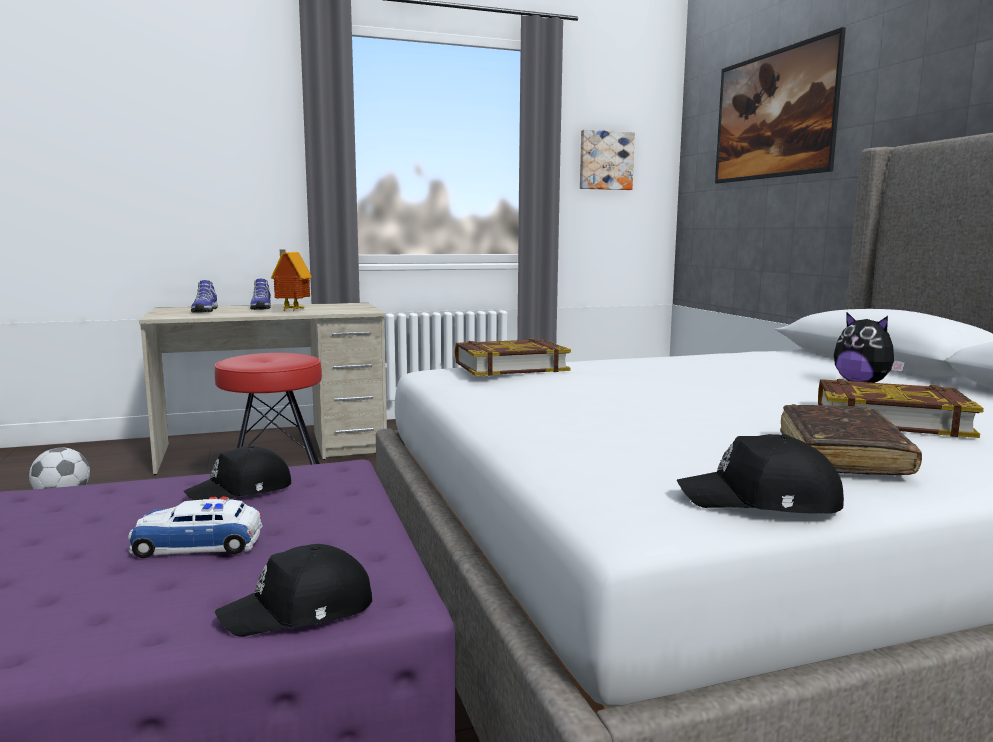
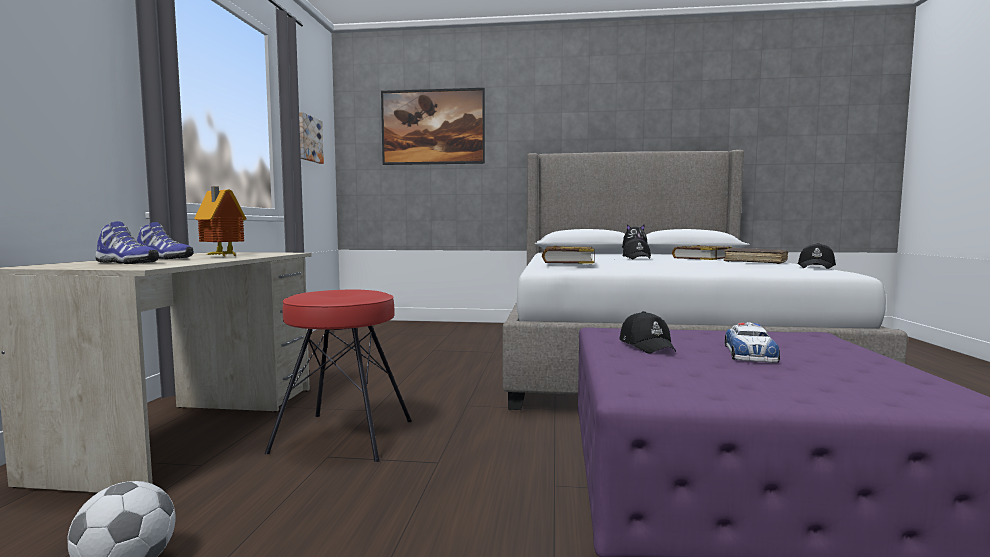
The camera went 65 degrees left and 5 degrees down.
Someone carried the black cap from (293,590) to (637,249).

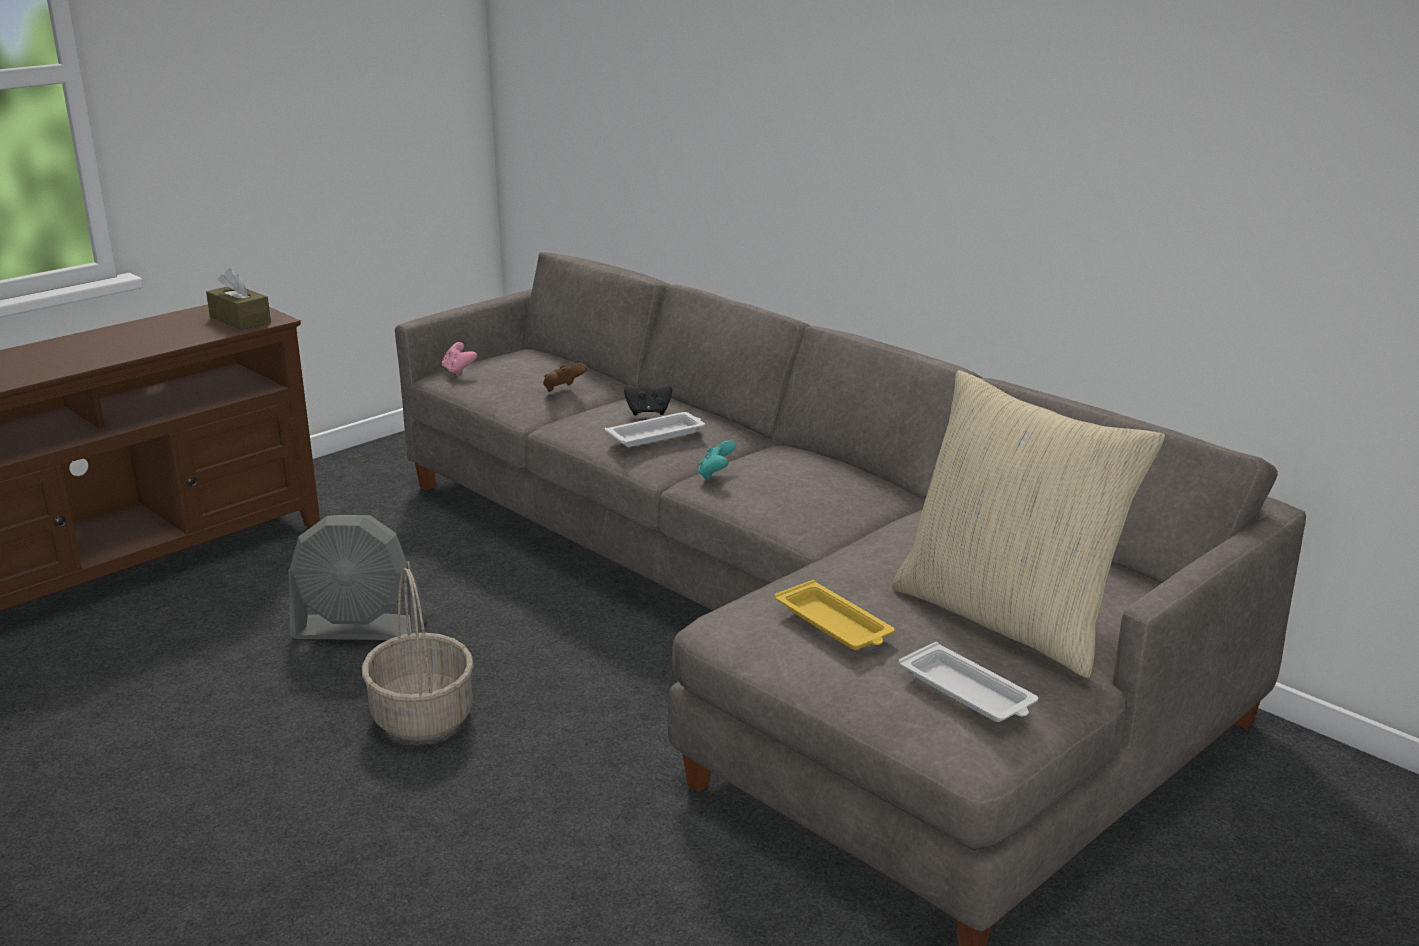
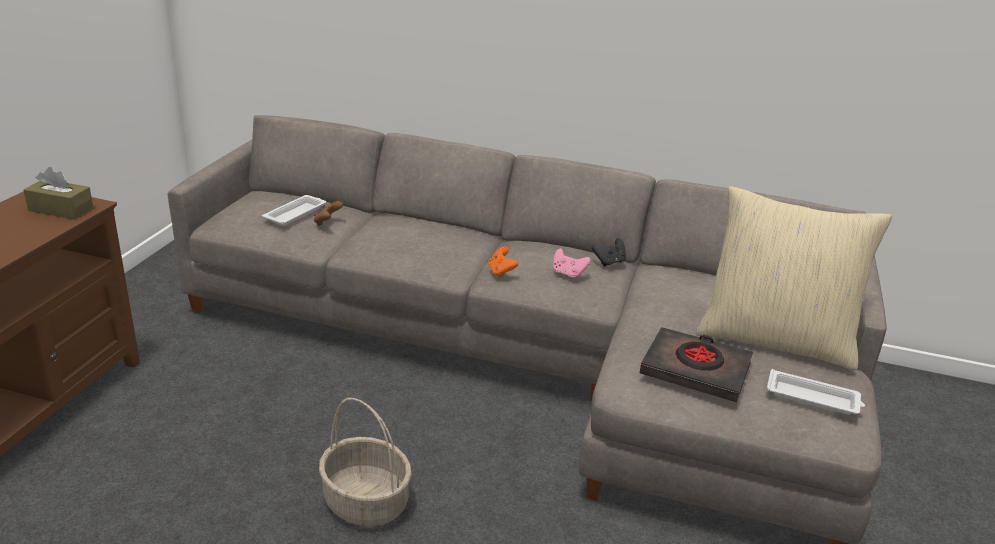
The camera went 30 degrees left and 5 degrees up.
Someone took away the grey fan at (358,577).
Someone carried the pink game controller from (459,359) to (572,264).
Someone carried the white tray from (654,429) to (294,210).
Someone carried the black game controller from (648,400) to (609,252).
Someone repainted the turquoise game controller at (717,460), which became the orange game controller at (503,262).
Someone swapped the yellow tray at (835,615) for the black book at (696,364).

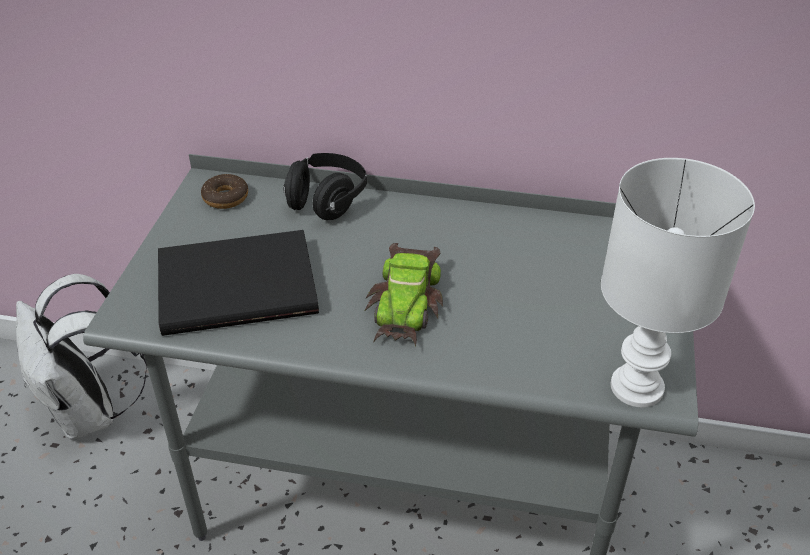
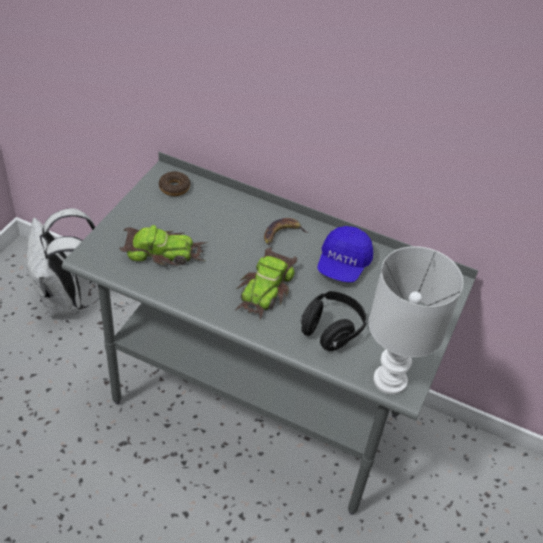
The camera went 10 degrees right and 5 degrees up.
Someone swapped the black book at (238,283) for the toy car at (163,245).
Someone carried the black headphones from (325,186) to (334,321).
Someone put down the banana at (286,231).
Someone put down the blue cap at (345,254).

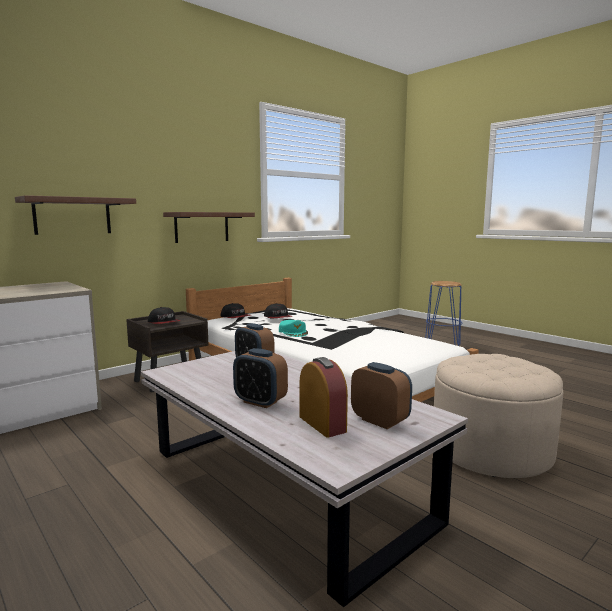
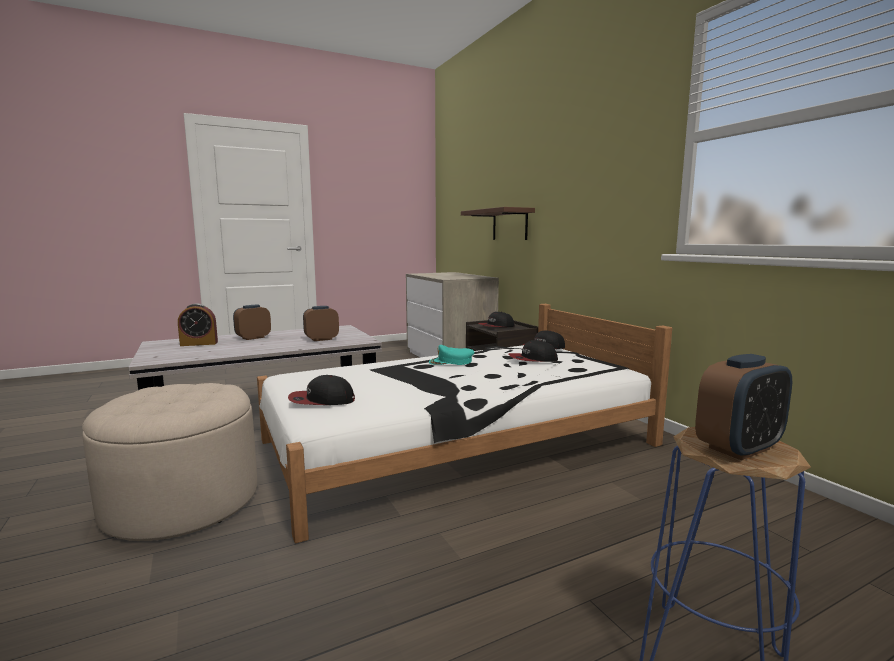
The camera went 105 degrees right and 0 degrees up.
Someone took away the brown shelf at (209,227).
Someone carried the alarm clock from (381,395) to (743,407).
Someone put down the cap at (321,390).

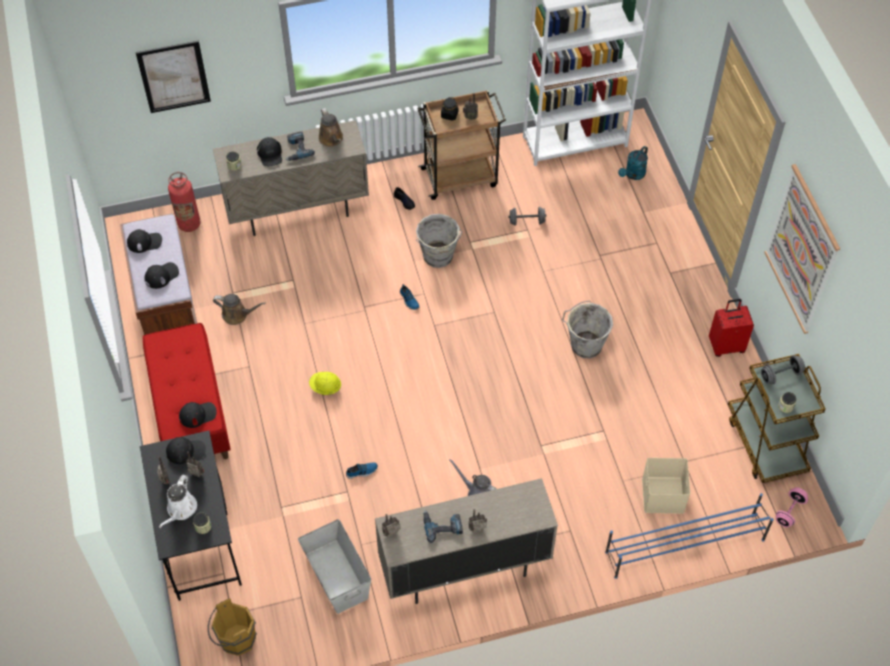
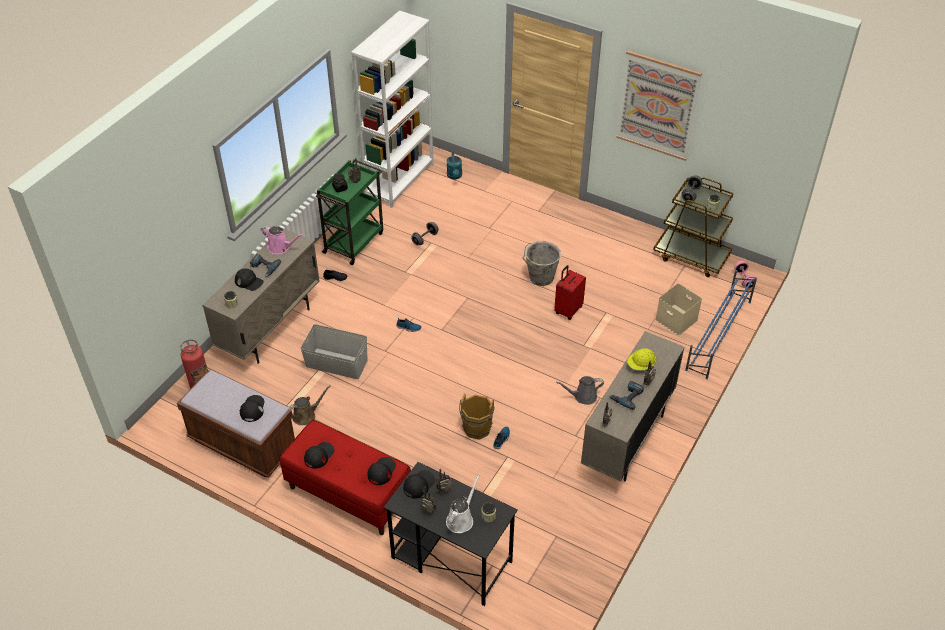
The camera went 45 degrees left and 10 degrees down.
Someone carried the black cap from (144,241) to (319,455).
Someone took away the picture at (173,76).
Someone rotated the white watering can at (178,501) by 120 degrees counterclockwise.
Someone carried the brown bucket from (232,627) to (476,417).
Someone carried the grey storage box from (334,566) to (334,351).
Someone carried the yellow hard hat from (325,384) to (641,359).
Someone repainted the brown watering can at (330,127), which became the pink watering can at (282,240).
Someone took away the grey bucket at (439,241).
Someone repainted the brown cart at (461,145), which became the green cart at (349,212).
Someone carried the red suitcase from (731,328) to (570,292).

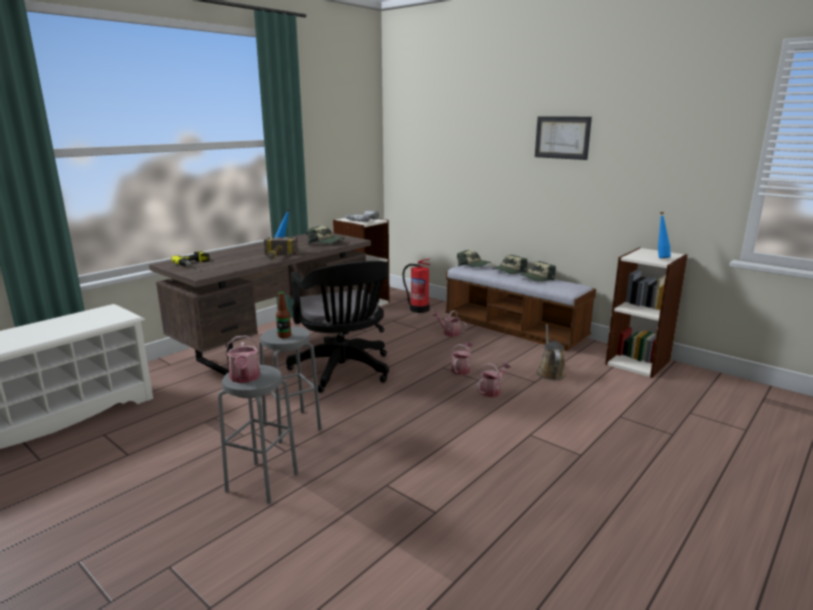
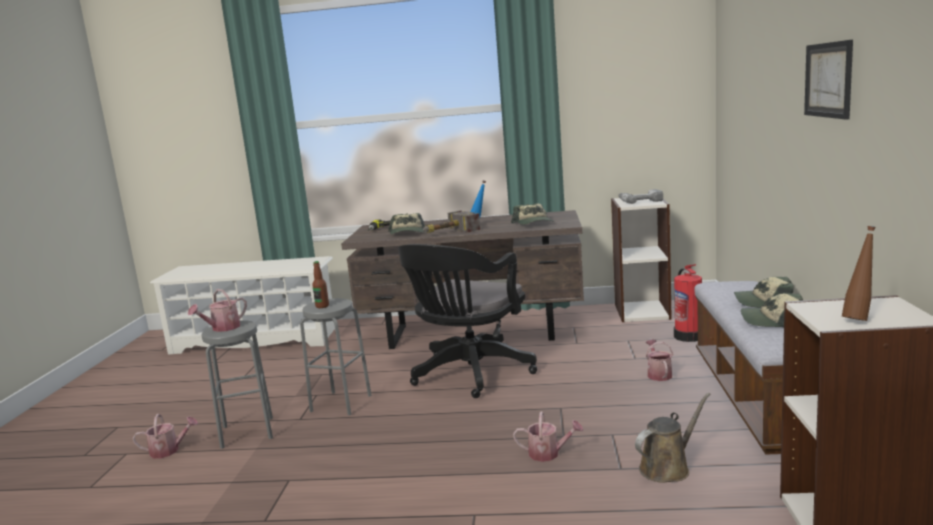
The camera went 55 degrees right and 5 degrees down.
Someone carried the watering can from (462,358) to (165,436).
Someone carried the cap from (474,258) to (406,223).
Someone repainted the blue bottle at (664,235), which became the brown bottle at (858,273).

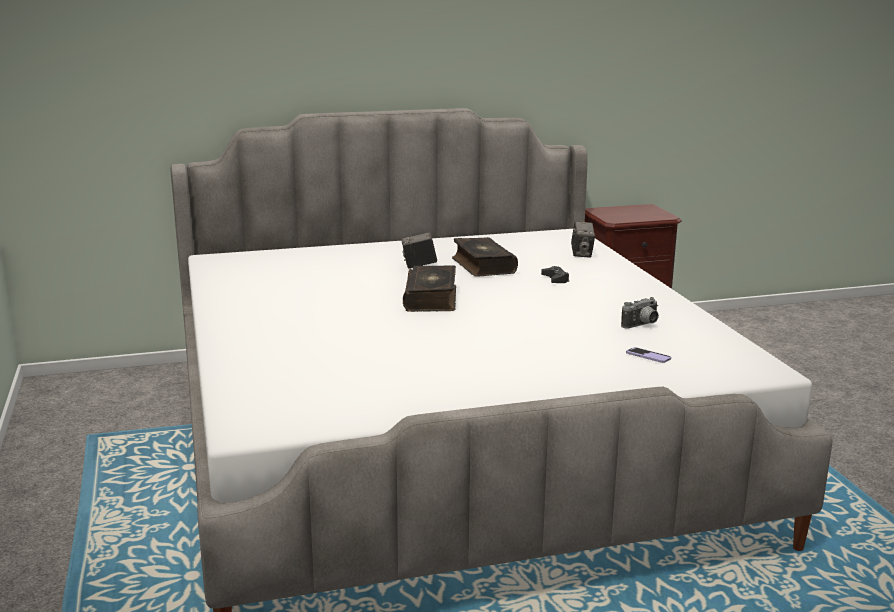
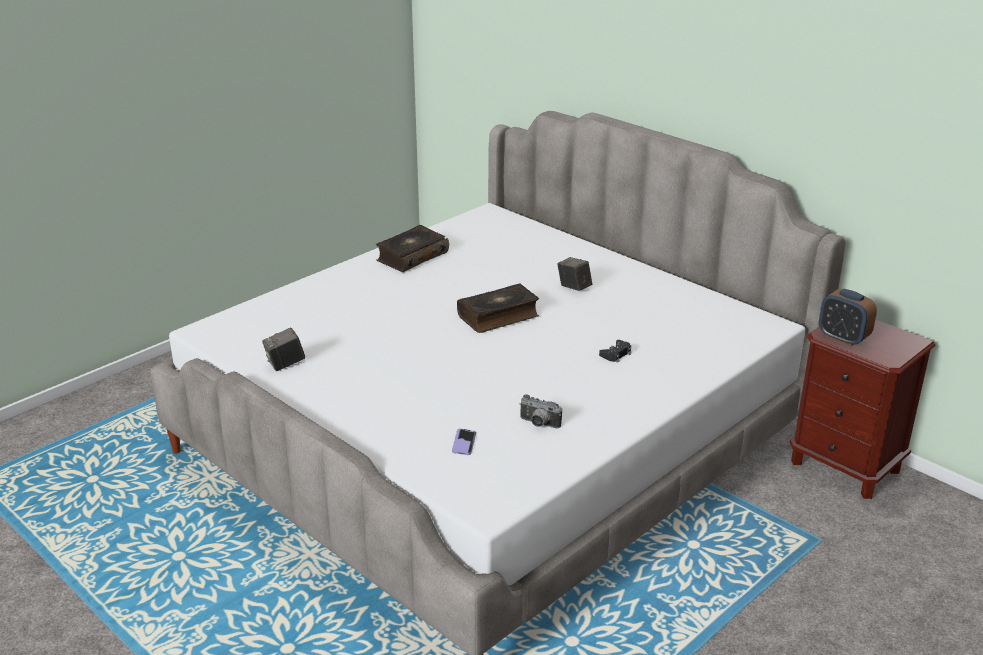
The camera went 60 degrees right and 10 degrees up.
Someone carried the book from (485,257) to (412,248).
Someone carried the photo camera from (583,239) to (283,349).
Someone put down the alarm clock at (848,317).

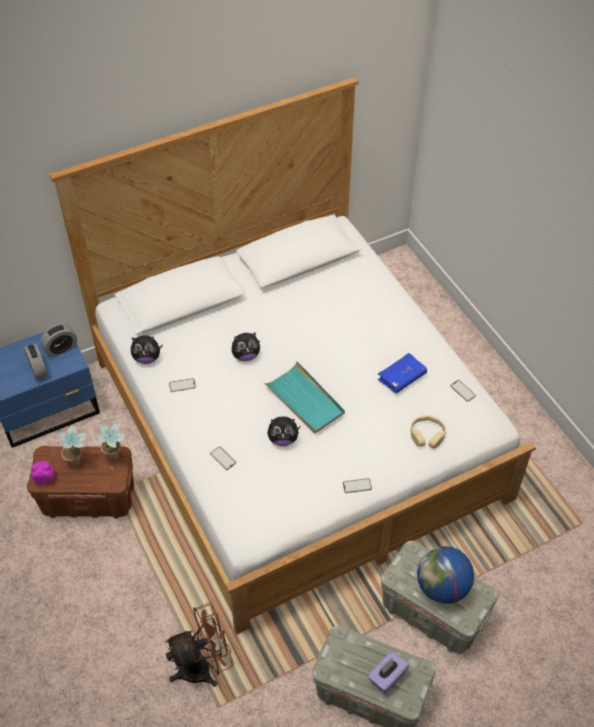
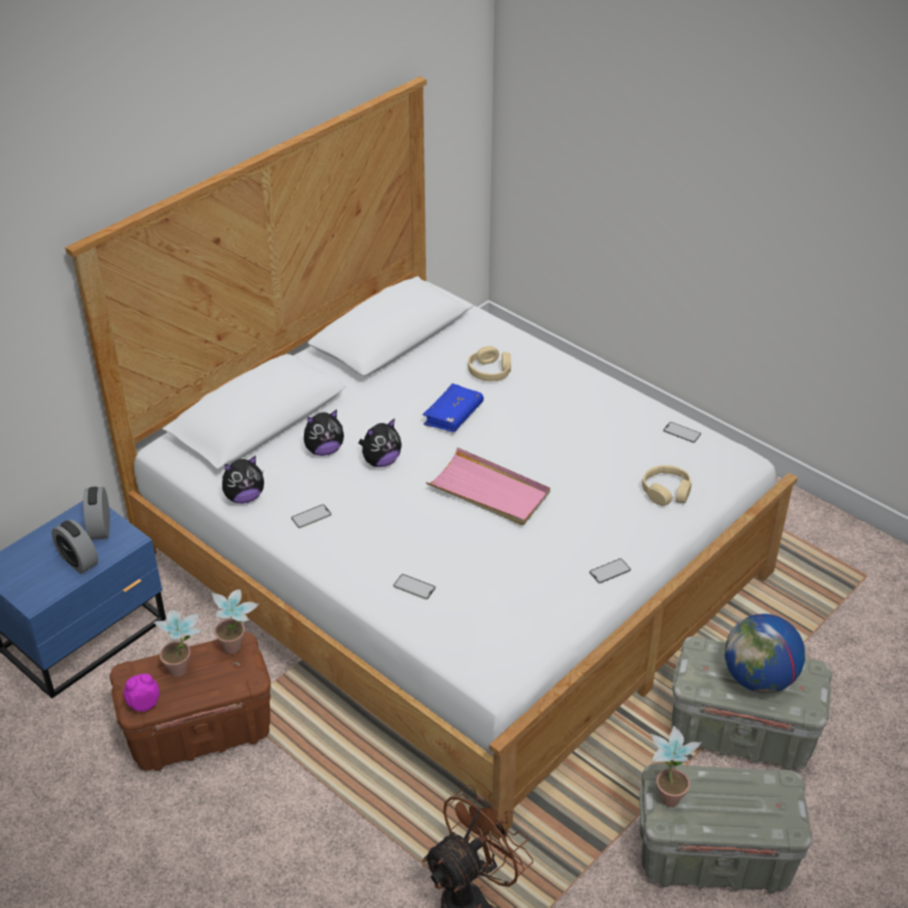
The camera went 20 degrees left and 10 degrees down.
Someone rotated the alarm clock at (58,341) by 135 degrees clockwise.
Someone repainted the turquoise tray at (304,397), which became the pink tray at (488,486).
Someone carried the plush toy from (283,431) to (324,433).
Someone took away the purple tissue box at (388,673).
Someone carried the blue book from (402,373) to (453,407).
Someone put down the beige headphones at (489,363).
Someone put down the potted plant at (676,766).

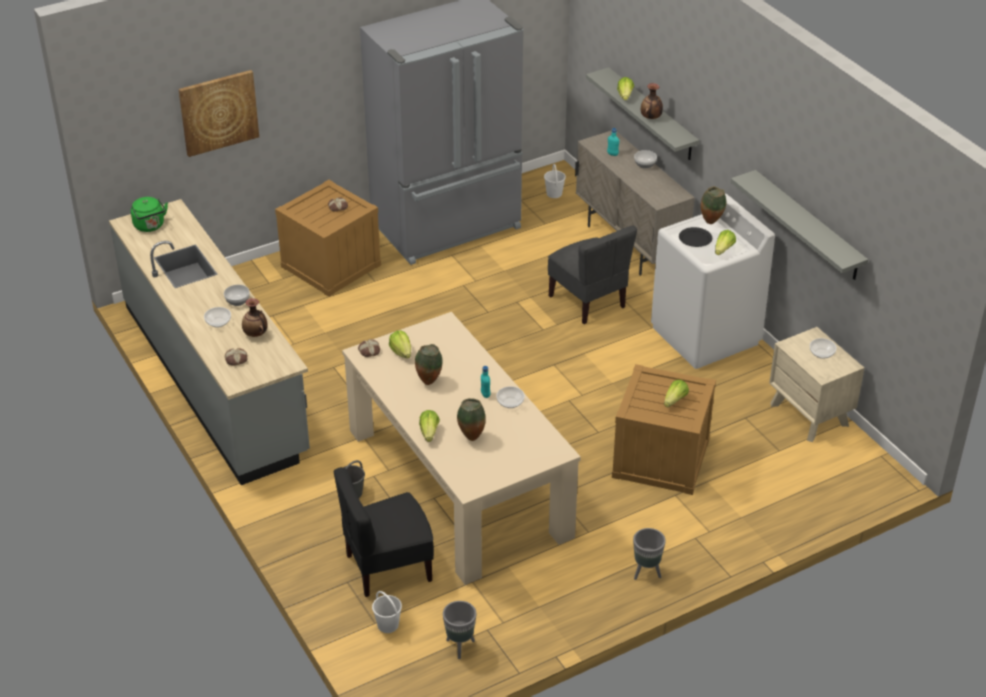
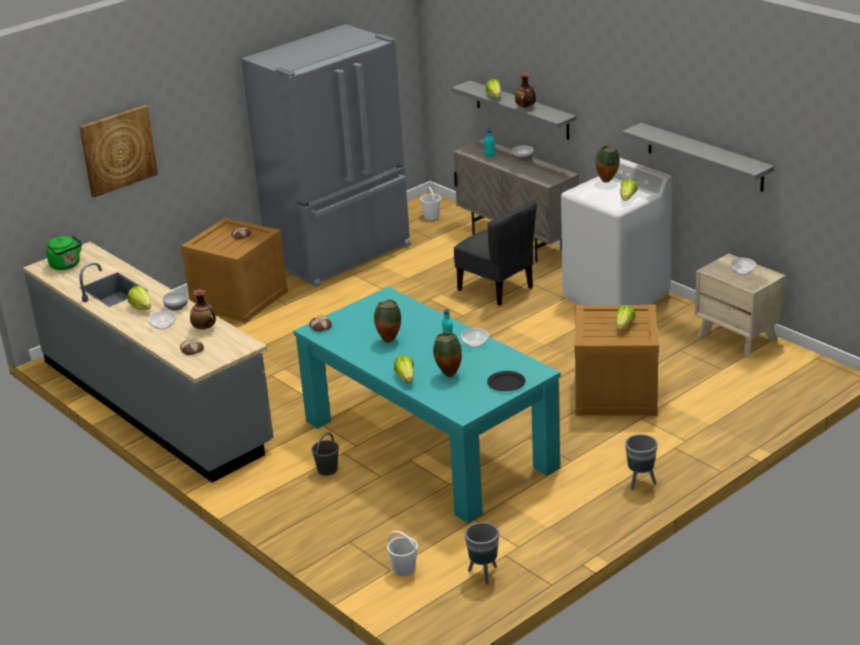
The camera went 10 degrees left and 10 degrees down.
Someone took away the black chair at (384,532).
Someone repainted the beige dining table at (461,448), which became the turquoise dining table at (427,405).
Someone carried the lettuce from (400,344) to (139,298).
Someone carried the black plate from (695,237) to (506,381).

